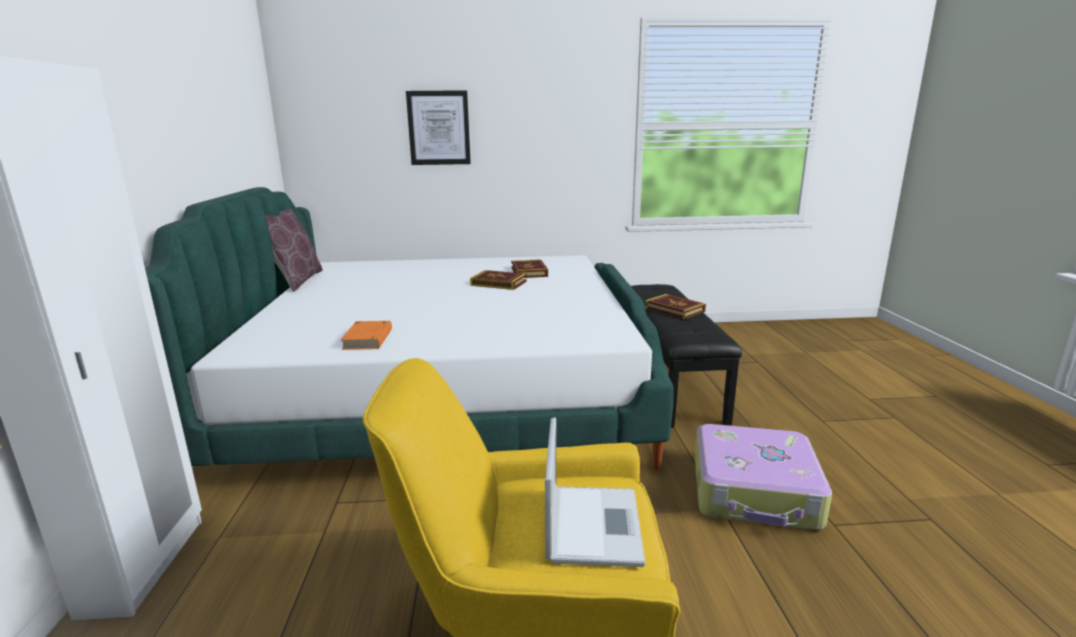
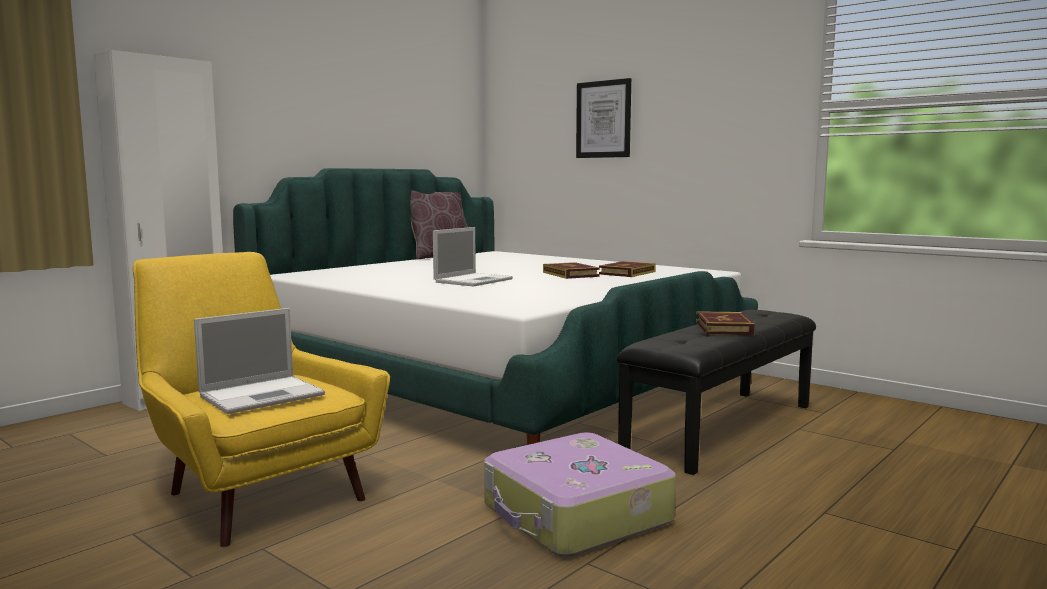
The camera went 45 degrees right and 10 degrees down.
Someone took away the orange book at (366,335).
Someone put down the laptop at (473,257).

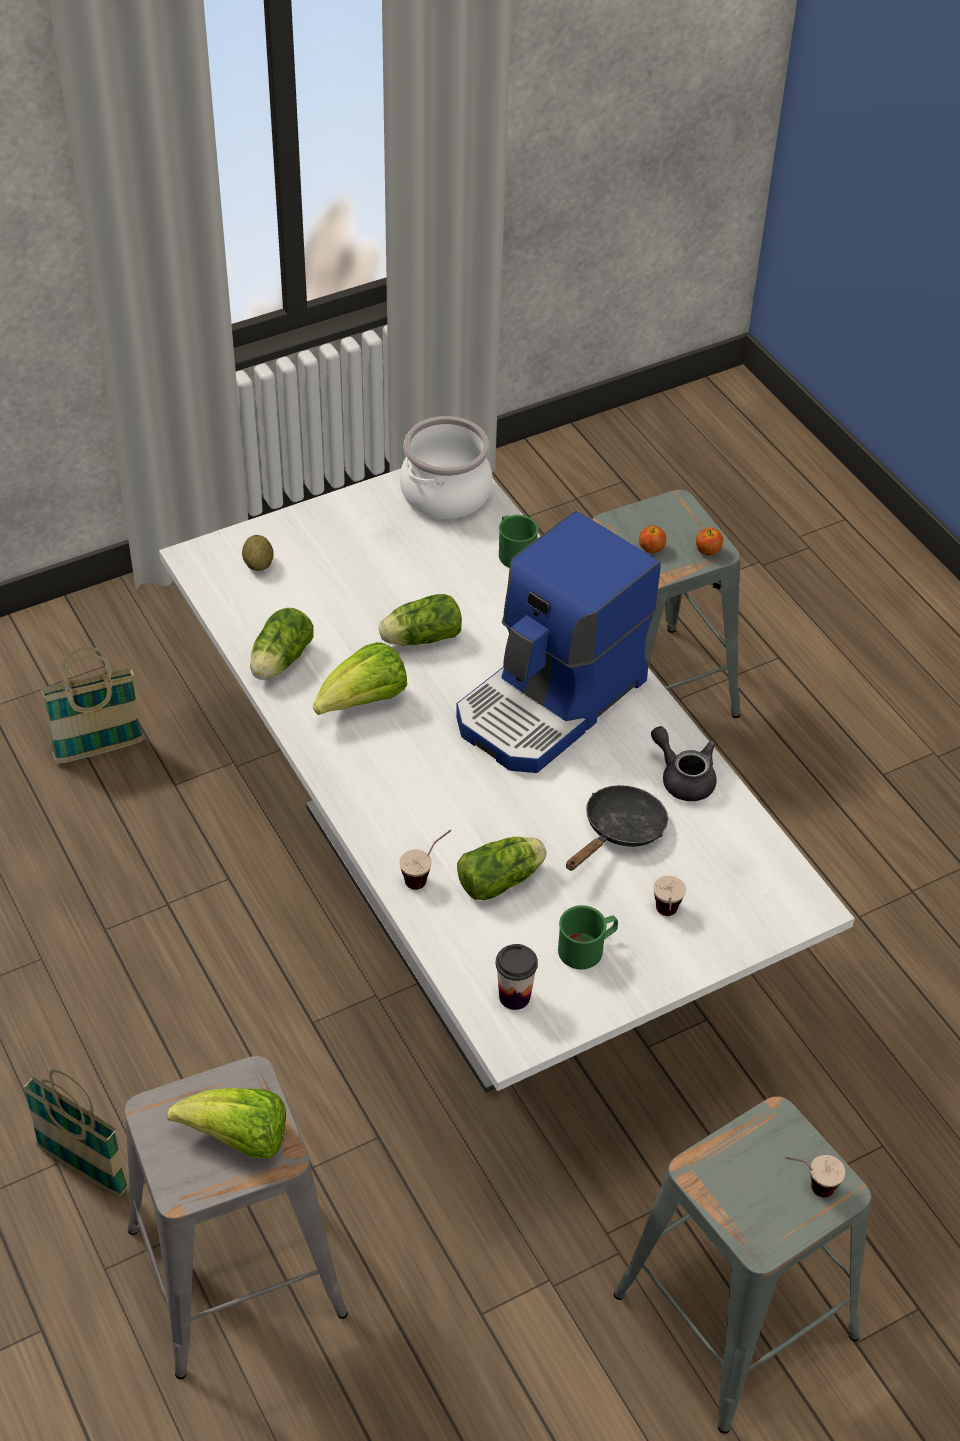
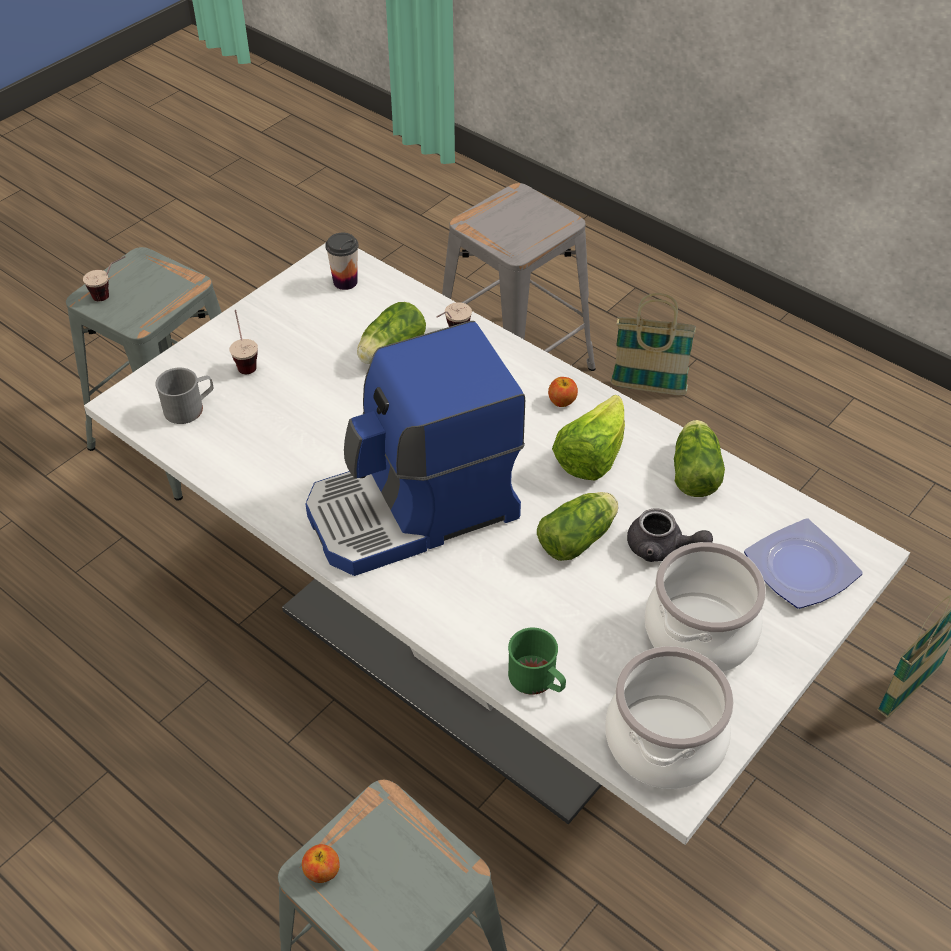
The camera went 160 degrees right and 0 degrees up.
Someone took away the lettuce at (226,1123).
Someone swapped the potato at (258,553) for the plate at (803,563).
Someone rotated the coffee machine at (558,642) by 135 degrees counterclockwise.
Someone took away the green mug at (588,937).
Someone took away the black frying pan at (617,828).
Someone carried the apple from (652,539) to (563,392).
Someone carried the grey teapot from (684,763) to (670,535).
Someone put down the grey mug at (184,396).
Someone put down the cooking pot at (705,607).

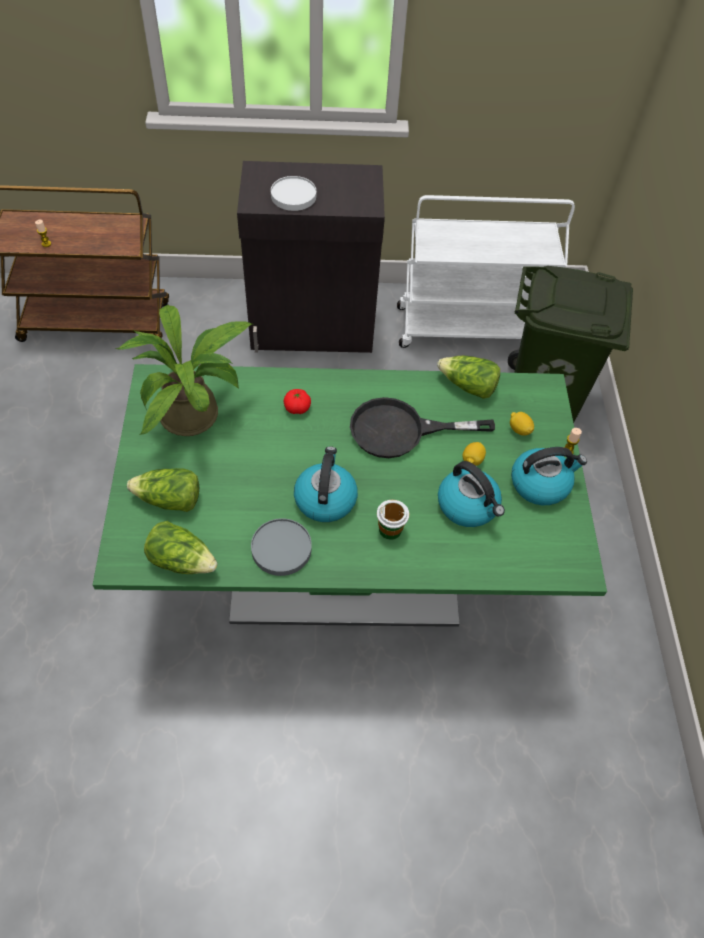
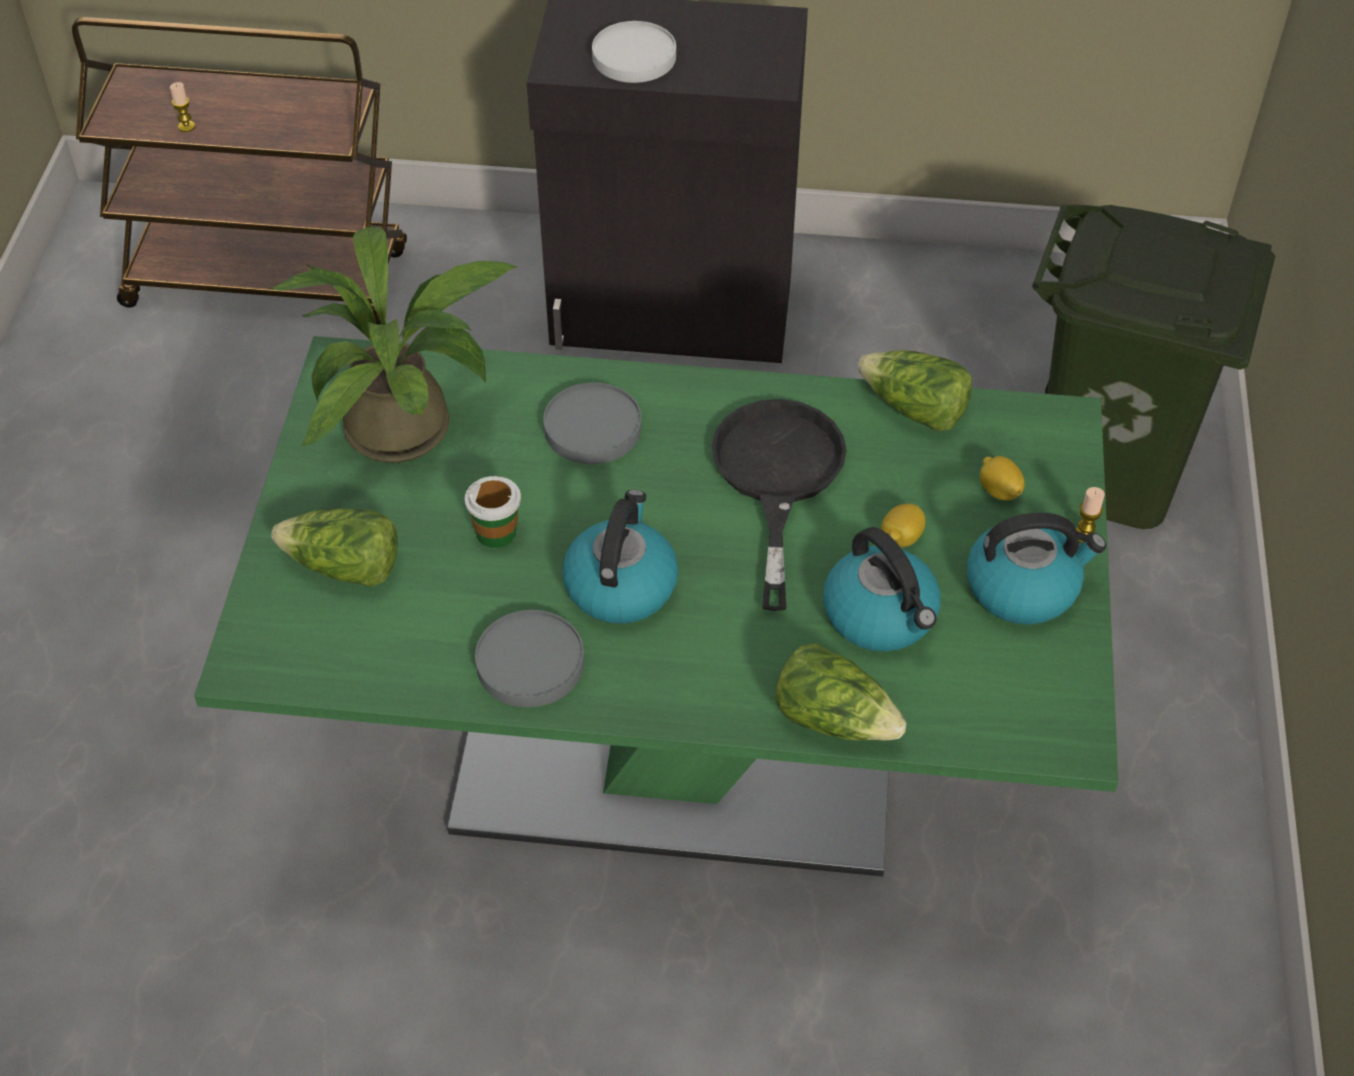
The camera went 10 degrees right and 5 degrees down.
Someone carried the lettuce from (180,547) to (841,692).
Someone swapped the tomato at (297,401) for the grey plate at (592,423).
Someone rotated the black frying pan at (422,427) by 90 degrees clockwise.
Someone carried the cup from (393,520) to (493,512).
Someone took away the white cart at (486,271).

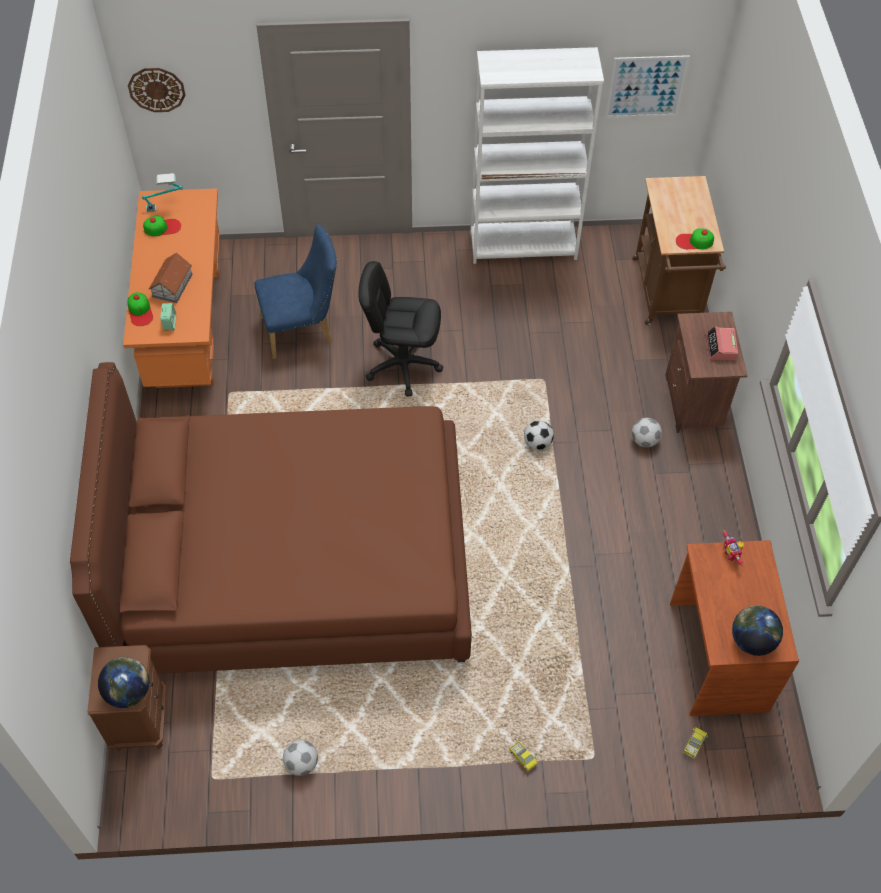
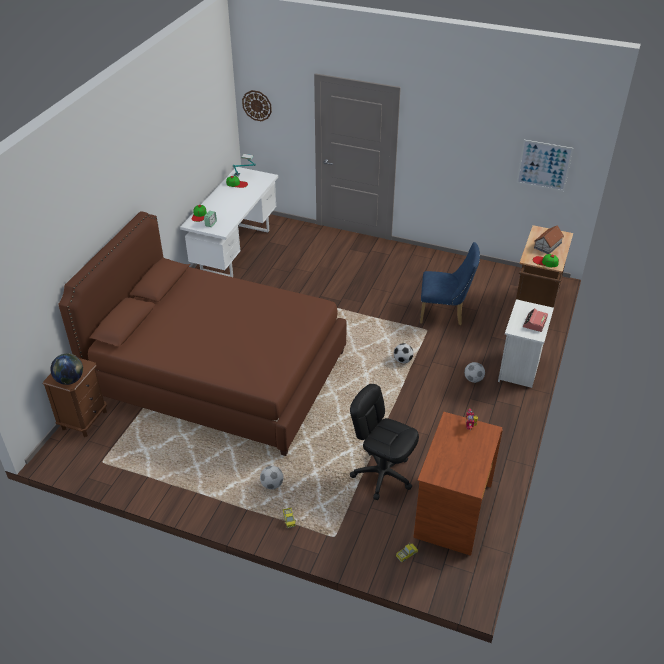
The camera went 25 degrees right and 15 degrees down.
Someone repainted the orange desk at (171,288), which became the white desk at (229,222).
Someone carried the toy house from (171,278) to (549,239).
Someone carried the blue chair from (295,291) to (450,283).
Someone carried the football from (300,758) to (271,477).
Someone carried the black office chair from (400,329) to (384,442).
Someone took away the white bookcase at (537,155).
Someone repainted the brown nightstand at (706,372), which became the white nightstand at (526,343).
Someone took away the globe at (757,631).

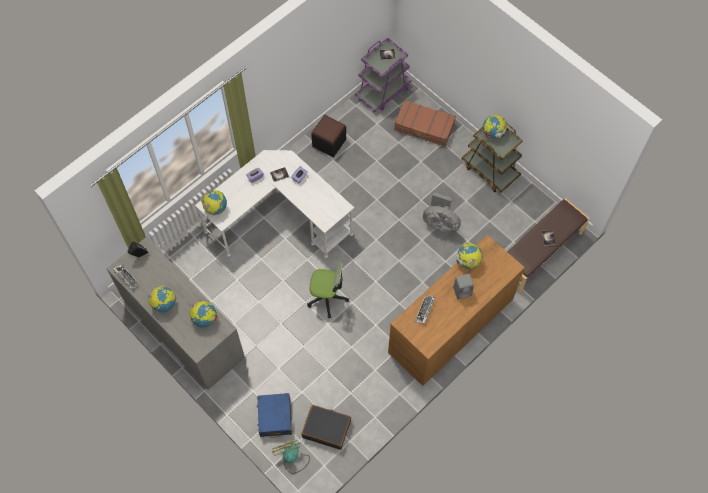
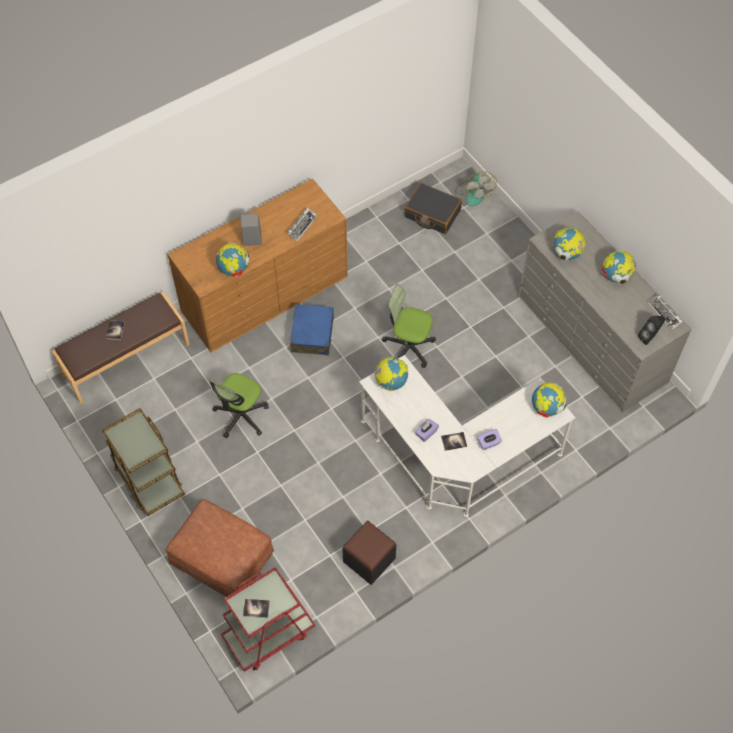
The camera went 170 degrees left and 5 degrees down.
Someone carried the blue suitcase from (274,415) to (312,329).
Someone repainted the purple cart at (383,75), which became the red cart at (268,619).
Someone swapped the brown suitcase at (425,123) for the brown ottoman at (220,548).
Someone swapped the grey fan at (442,212) for the office chair at (239,405).
Someone carried the globe from (495,126) to (391,374).

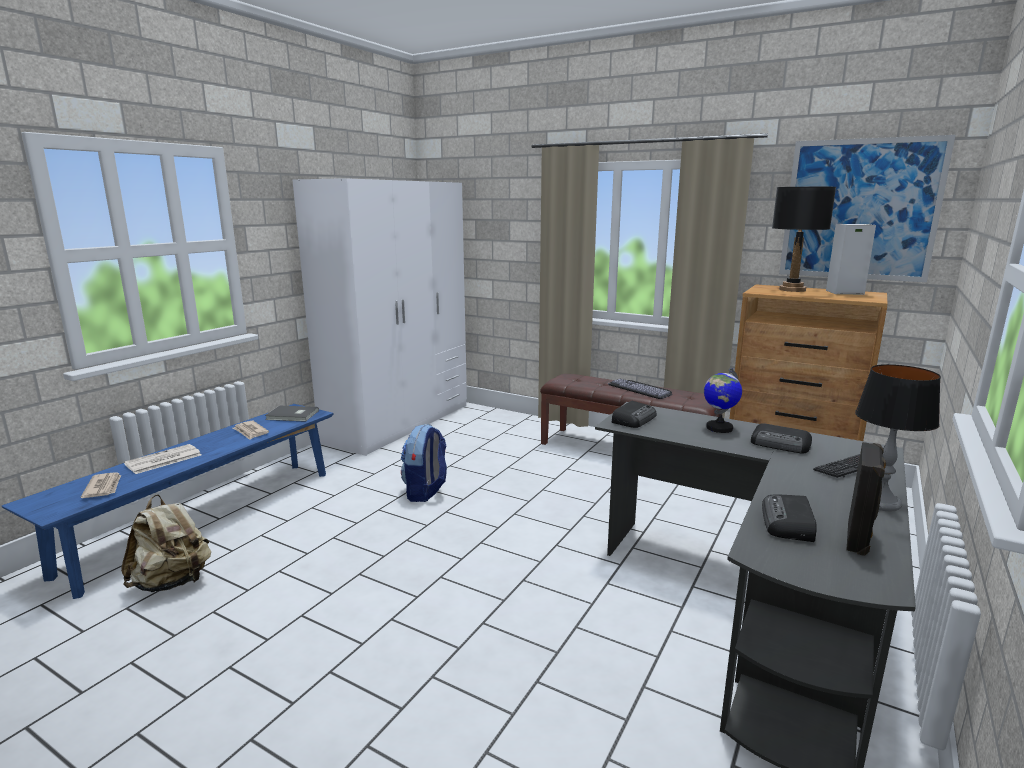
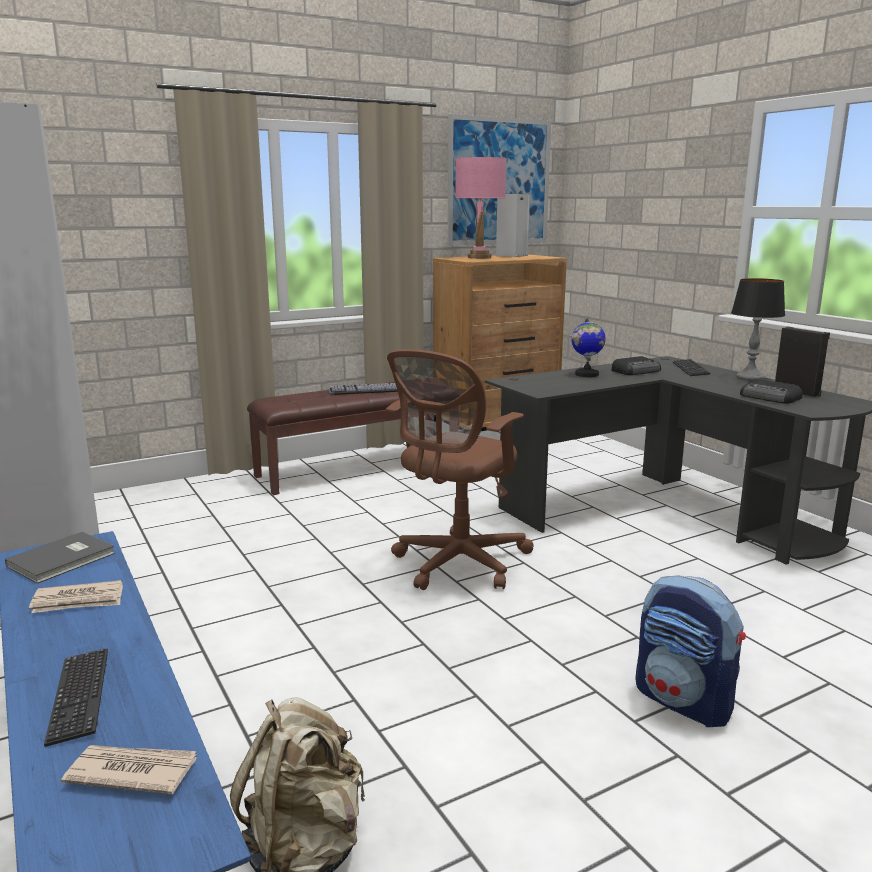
The camera went 60 degrees left and 0 degrees up.
Someone swapped the newspaper at (162,459) for the keyboard at (76,697).
Someone carried the backpack from (424,463) to (690,651).
Someone took away the radio at (634,414).
Someone repainted the black table lamp at (804,239), which became the pink table lamp at (481,208).
Someone put down the brown office chair at (460,469).

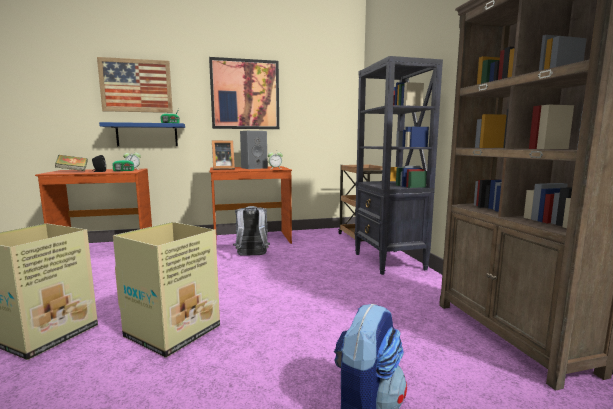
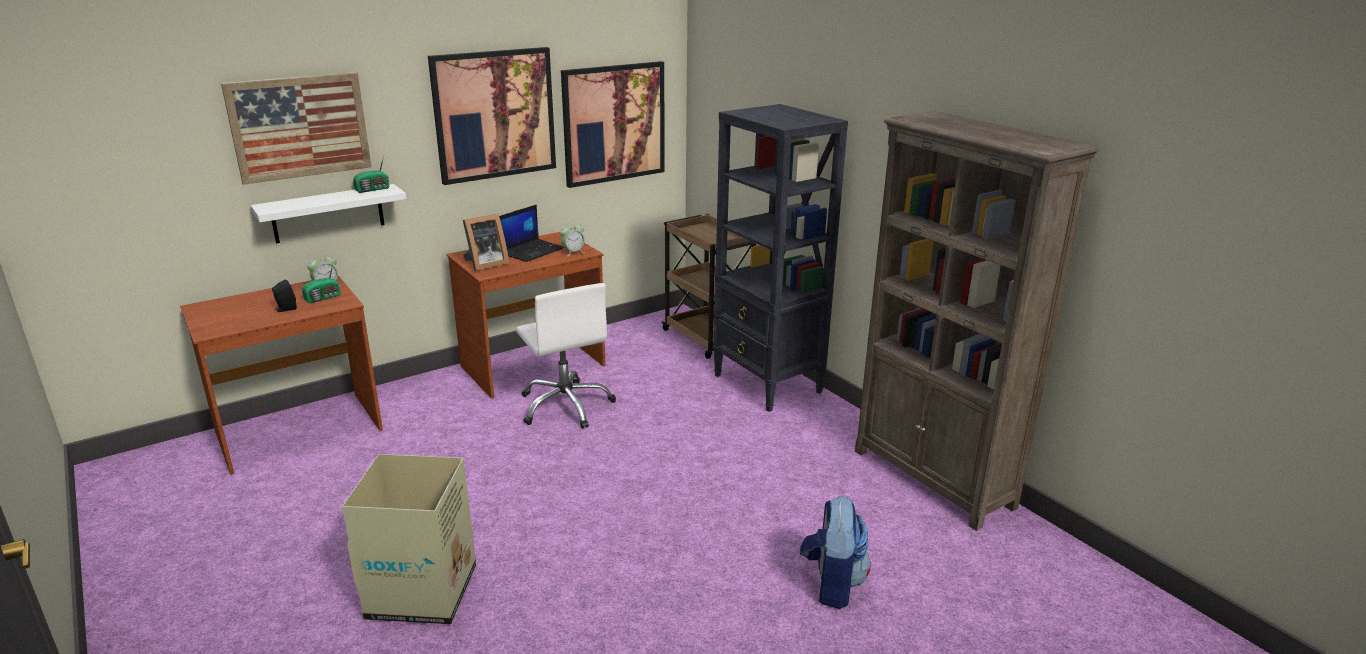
The camera went 20 degrees left and 15 degrees up.
Someone took away the book at (71,163).
Someone repainted the blue shelf at (142,134), which became the white shelf at (328,214).
Someone took away the cardboard box at (166,290).
Someone swapped the grey backpack at (251,231) for the white office chair at (566,356).
Someone swapped the grey speaker at (254,150) for the laptop at (531,233).
Someone put up the picture at (612,124).

